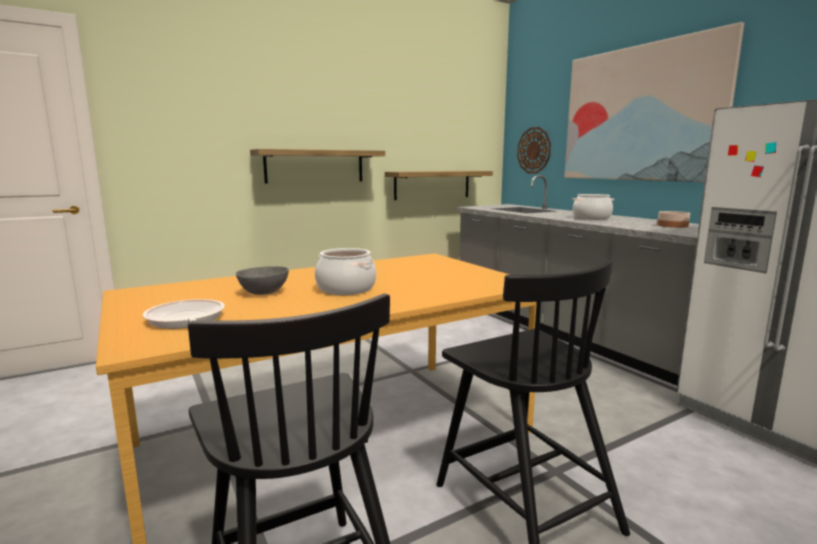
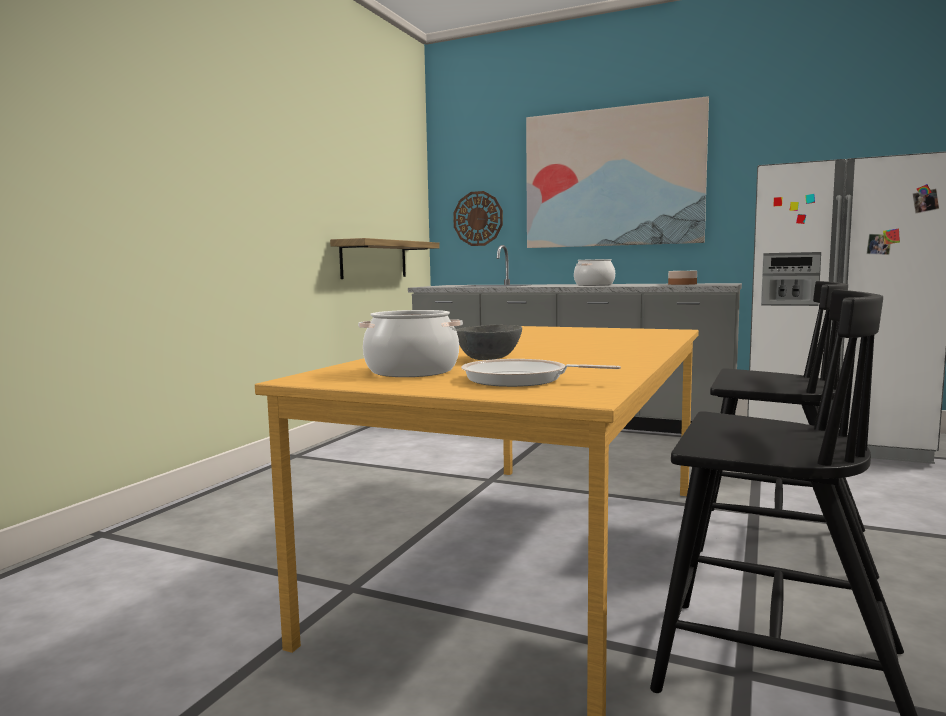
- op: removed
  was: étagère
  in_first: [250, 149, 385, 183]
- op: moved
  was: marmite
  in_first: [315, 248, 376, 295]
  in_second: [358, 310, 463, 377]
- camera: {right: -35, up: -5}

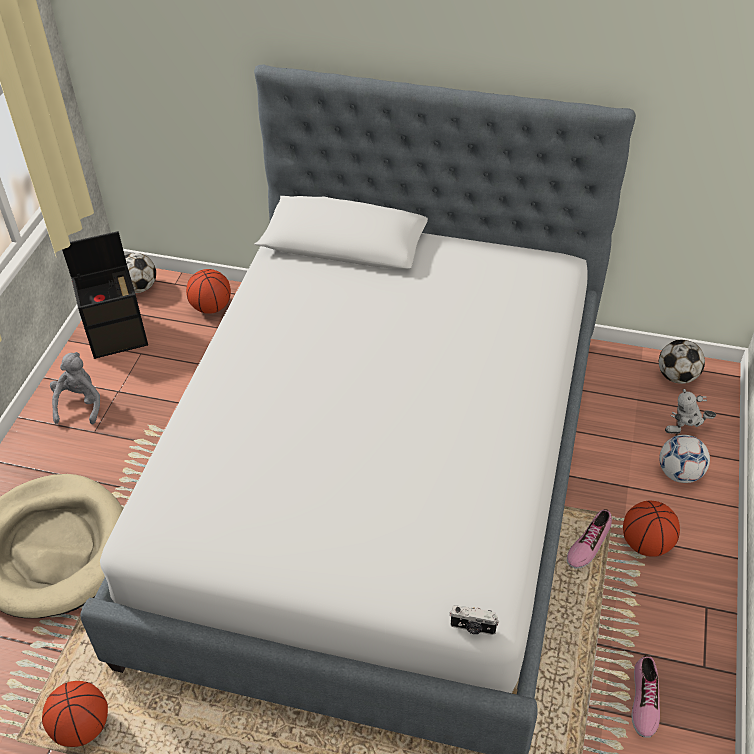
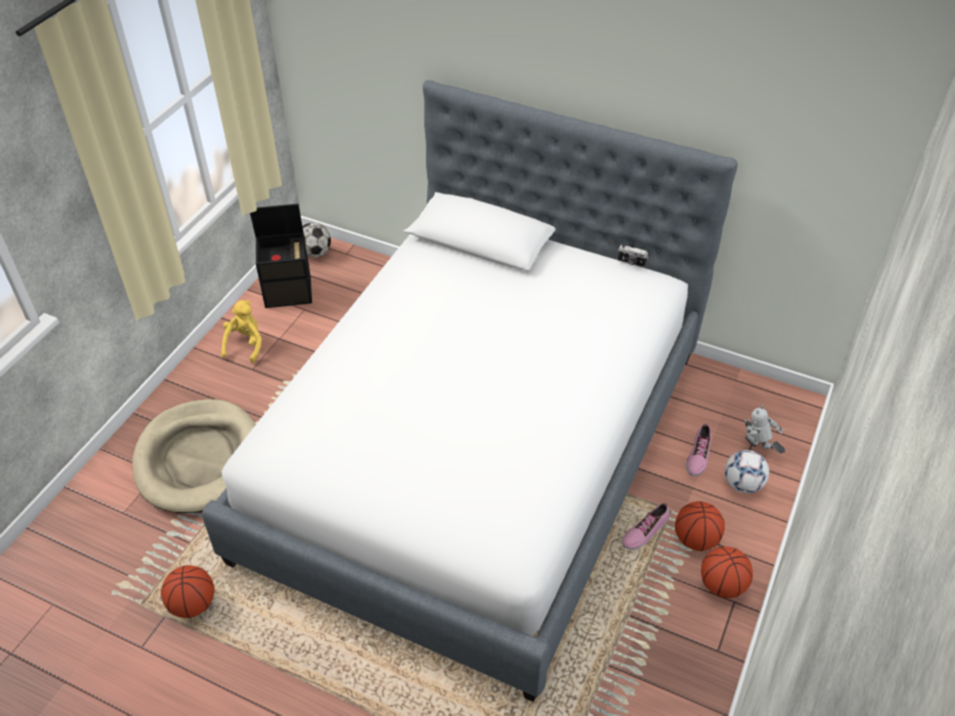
- op: moved
  was: ballon de basket
  in_first: [186, 269, 231, 314]
  in_second: [701, 547, 753, 598]
- op: removed
  was: ballon de foot
  in_first: [659, 340, 705, 384]
- op: recoloured
  was: peluche (gris)
  now: peluche (jaune)
  in_first: [50, 352, 100, 424]
  in_second: [221, 300, 262, 363]
- op: turned
  was: robot jouet
  in_first: [665, 389, 716, 434]
  in_second: [745, 405, 785, 453]
  clockwise: 45
- op: moved
  was: appareil photo
  in_first: [450, 605, 499, 635]
  in_second: [618, 245, 648, 268]
- op: moved
  was: chaussure
  in_first: [631, 655, 660, 737]
  in_second: [686, 424, 712, 476]
- camera: {right: 10, up: 0}

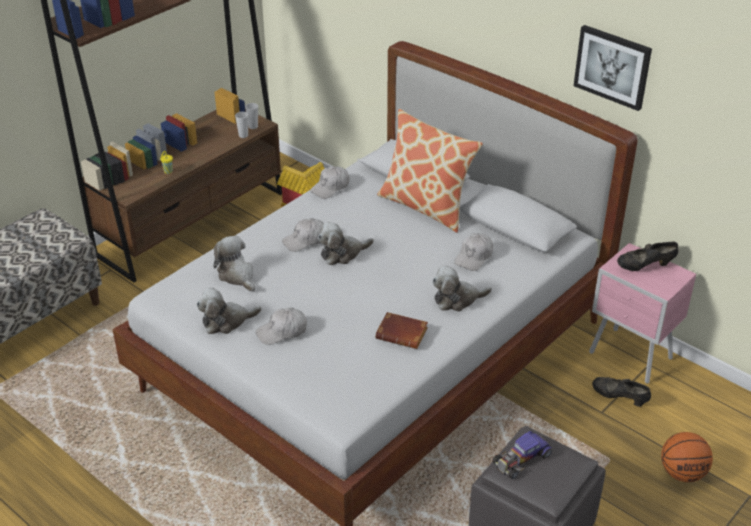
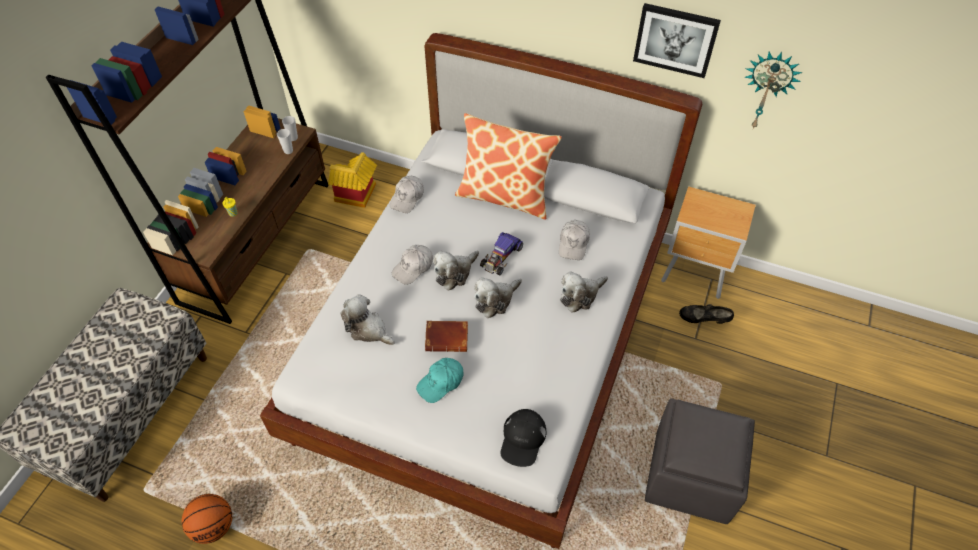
- op: removed
  was: chaussure (noir)
  in_first: [617, 242, 679, 271]
- op: recoloured
  was: table de chevet (rose)
  now: table de chevet (marron)
  in_first: [589, 243, 696, 384]
  in_second: [661, 186, 756, 299]
- op: moved
  was: peluche
  in_first: [197, 288, 262, 334]
  in_second: [474, 277, 522, 318]
- op: recoloured
  was: casquette (blanc)
  now: casquette (turquoise)
  in_first: [256, 307, 307, 345]
  in_second: [416, 358, 464, 403]
- op: moved
  was: livre (marron)
  in_first: [375, 312, 428, 349]
  in_second: [425, 321, 468, 352]
- op: moved
  was: petite voiture
  in_first: [492, 431, 552, 479]
  in_second: [480, 232, 523, 276]
- op: moved
  was: ballon de basket
  in_first: [661, 432, 713, 482]
  in_second: [182, 494, 232, 544]
- op: added
  now: horloge murale
  in_second: [744, 52, 802, 128]
- op: added
  now: casquette (noir)
  in_second: [500, 409, 547, 467]
- camera: {right: -20, up: 15}

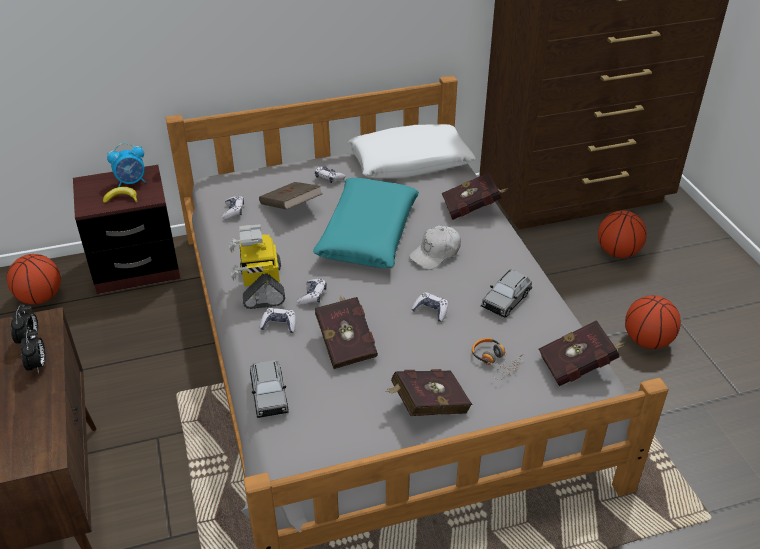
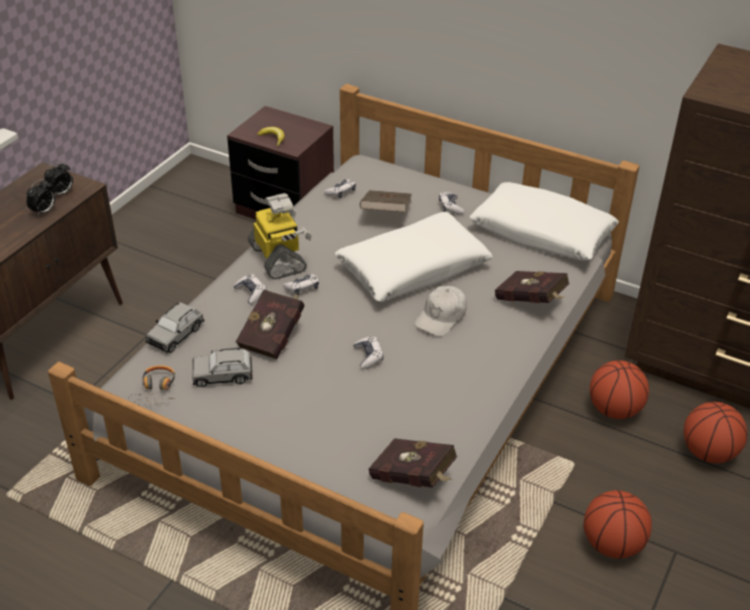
- op: removed
  was: réveil
  in_first: [107, 143, 145, 187]
- op: recoloured
  was: coussin (turquoise)
  now: coussin (blanc)
  in_first: [313, 178, 419, 268]
  in_second: [335, 212, 493, 302]
- op: turned
  was: robot jouet
  in_first: [229, 224, 285, 309]
  in_second: [248, 193, 312, 279]
  clockwise: 120
- op: turned
  was: casquette (blanc)
  in_first: [409, 226, 461, 270]
  in_second: [415, 286, 467, 337]
  clockwise: -60
- op: moved
  was: ballon de basket
  in_first: [7, 254, 61, 304]
  in_second: [590, 360, 649, 419]
- op: moved
  was: petite voiture (gris)
  in_first: [481, 269, 532, 318]
  in_second: [192, 348, 253, 387]
- op: moved
  was: casque audio
  in_first: [472, 338, 523, 380]
  in_second: [127, 365, 175, 405]
- op: removed
  was: livre (rouge)
  in_first: [386, 369, 472, 416]
- camera: {right: 45, up: 0}

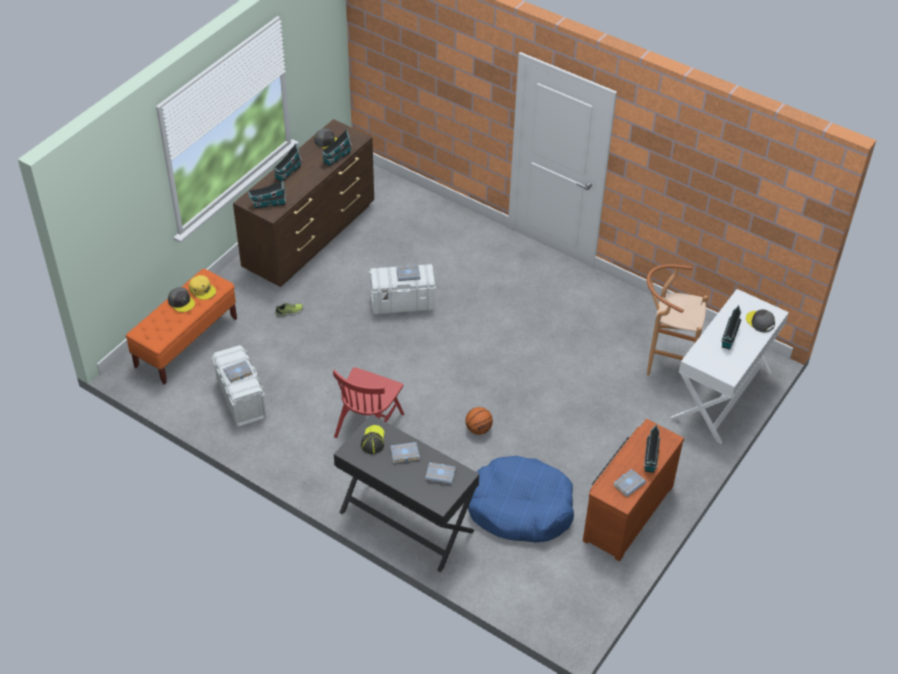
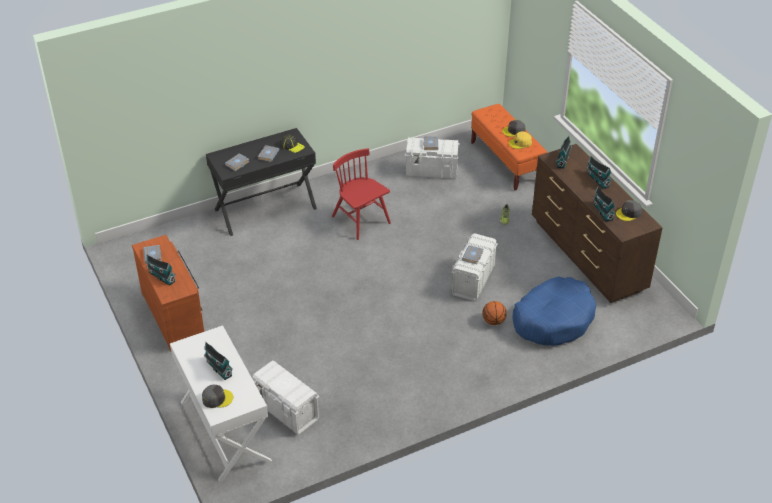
- op: replaced
  was: tabouret (marron)
  now: boîte de rangement (blanc)
  in_first: [647, 264, 708, 379]
  in_second: [252, 361, 319, 435]
- op: moved
  was: ballon de basket
  in_first: [465, 407, 493, 435]
  in_second: [482, 301, 507, 325]
- op: moved
  was: panier pour chien (bleu)
  in_first: [468, 456, 574, 543]
  in_second: [512, 277, 596, 346]
- camera: {right: 120, up: -5}

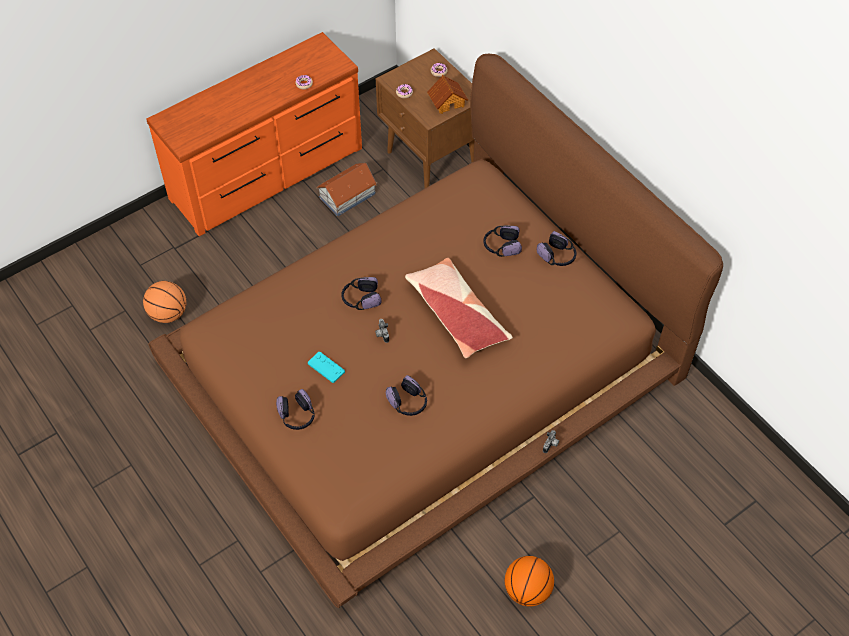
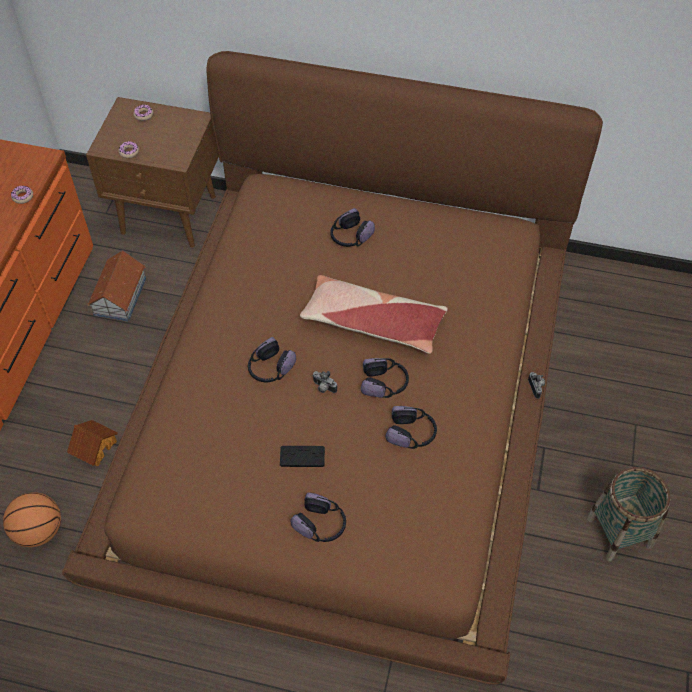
- op: moved
  was: maison miniature
  in_first: [427, 75, 468, 114]
  in_second: [67, 420, 118, 466]
- op: moved
  was: casque audio
  in_first: [537, 231, 576, 266]
  in_second: [361, 358, 409, 398]
- op: recoloured
  was: manette (turquoise)
  now: manette (noir)
  in_first: [308, 352, 345, 383]
  in_second: [280, 446, 325, 467]
- op: replaced
  was: ballon de basket
  now: panier
  in_first: [505, 556, 554, 606]
  in_second: [586, 467, 670, 561]
- camera: {right: -40, up: 0}

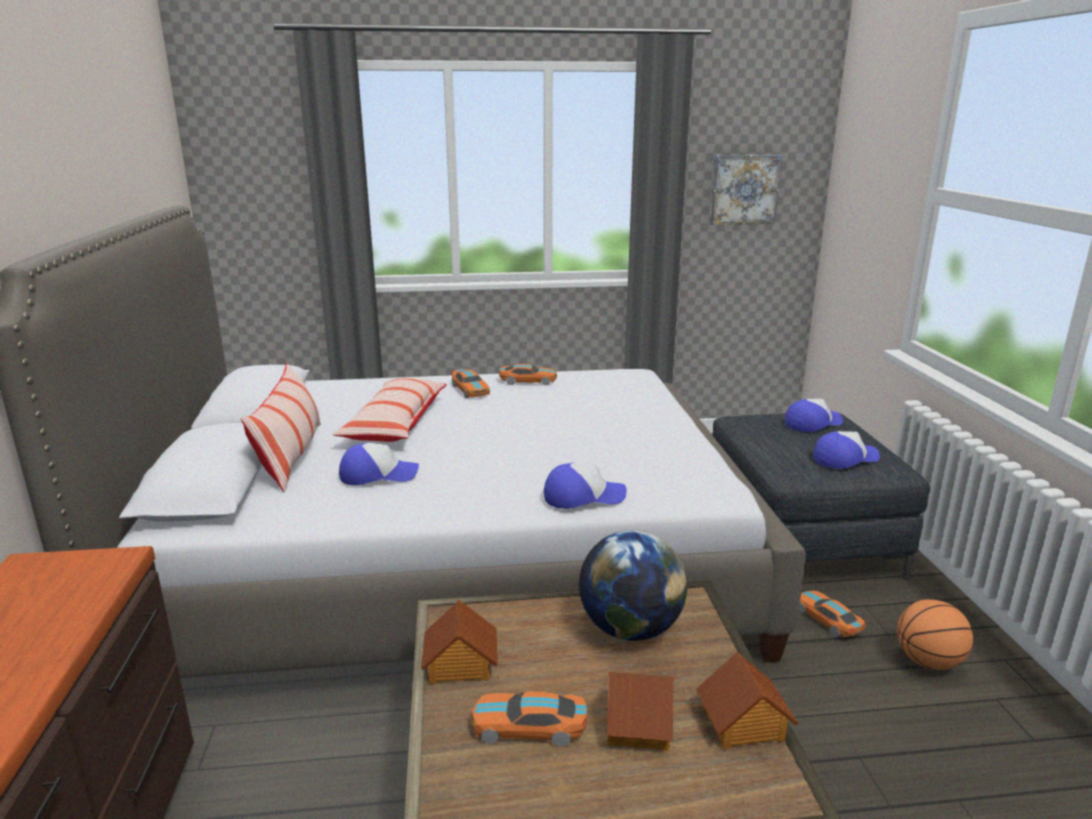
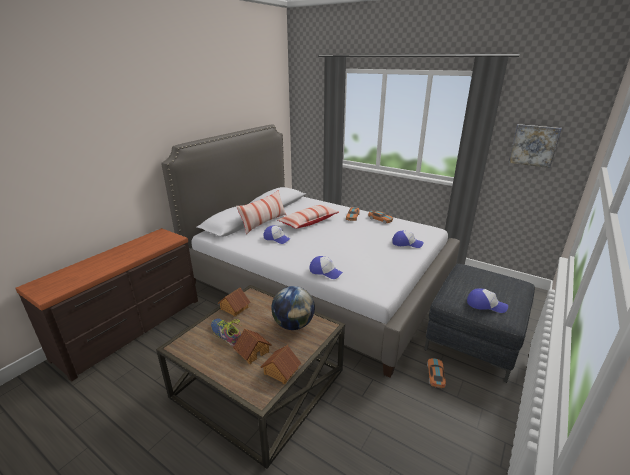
- op: moved
  was: casquette
  in_first: [785, 399, 843, 432]
  in_second: [392, 231, 424, 248]
- op: removed
  was: ballon de basket
  in_first: [897, 599, 973, 670]
- op: replaced
  was: petite voiture
  now: chaussure
  in_first: [471, 691, 588, 747]
  in_second: [211, 318, 241, 346]
- camera: {right: 40, up: 5}

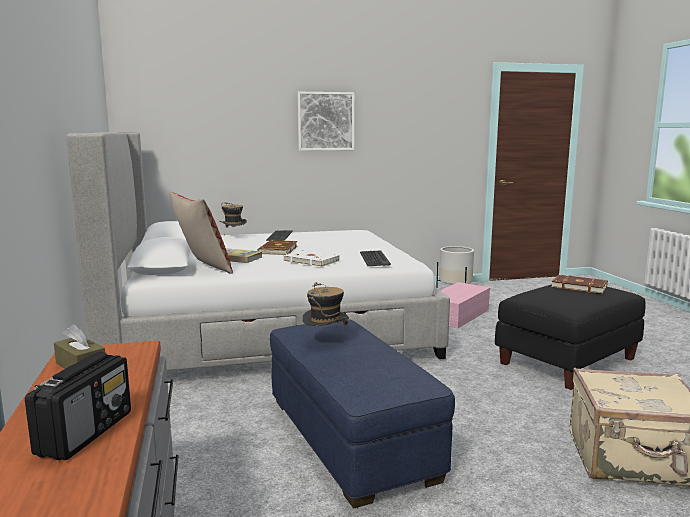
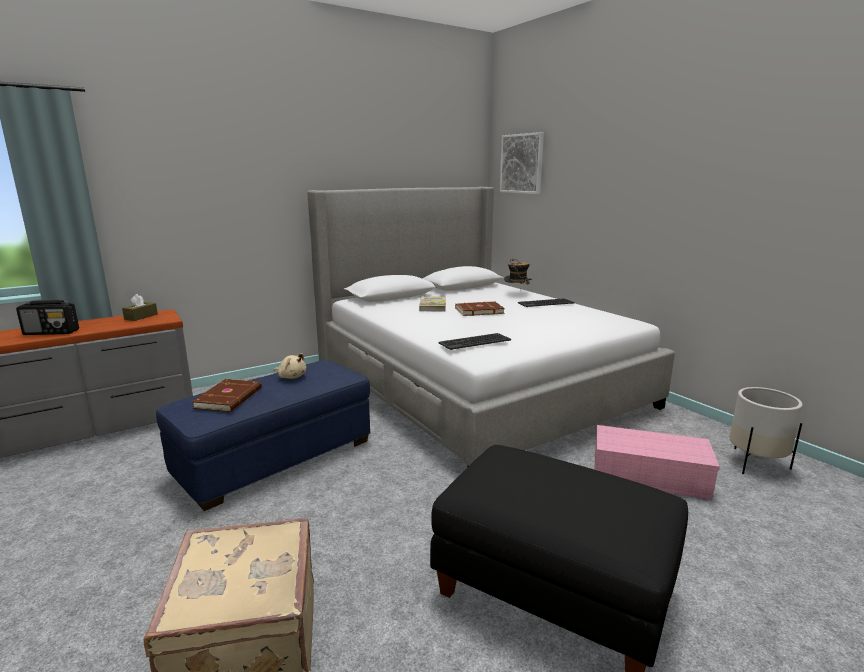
- op: moved
  was: tableau
  in_first: [297, 92, 354, 151]
  in_second: [500, 132, 544, 194]
- op: removed
  was: coussin
  in_first: [169, 191, 233, 274]
- op: removed
  was: livre (blanc)
  in_first: [283, 250, 340, 267]
- op: moved
  was: livre (marron)
  in_first: [552, 275, 608, 294]
  in_second: [192, 379, 262, 412]
- op: replaced
  was: chapeau
  now: peluche (beige)
  in_first: [303, 282, 349, 334]
  in_second: [274, 353, 306, 379]
- camera: {right: 70, up: 5}

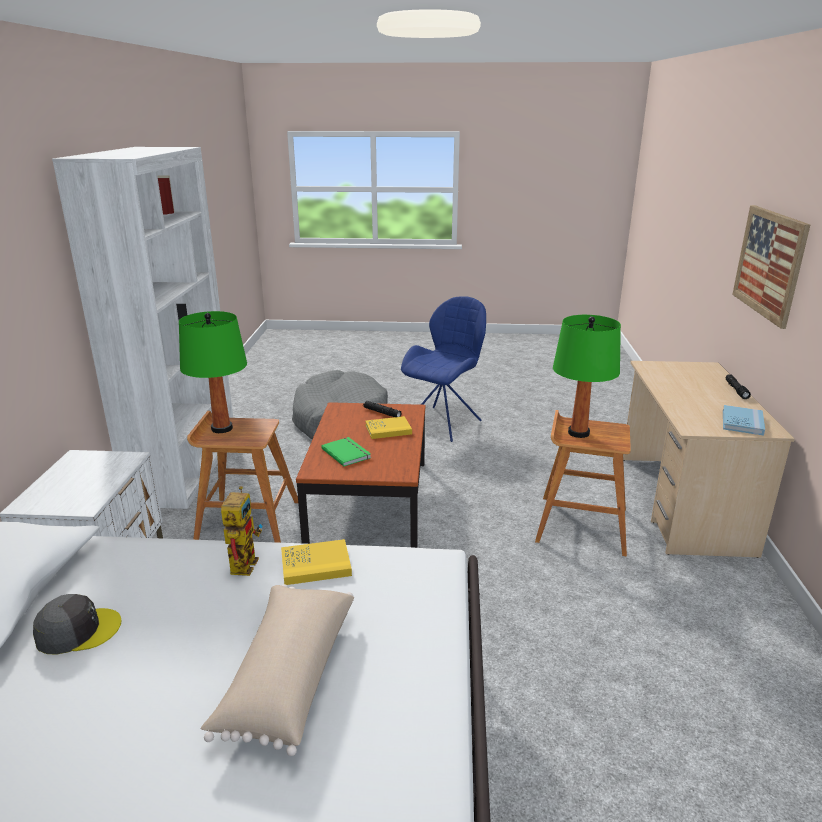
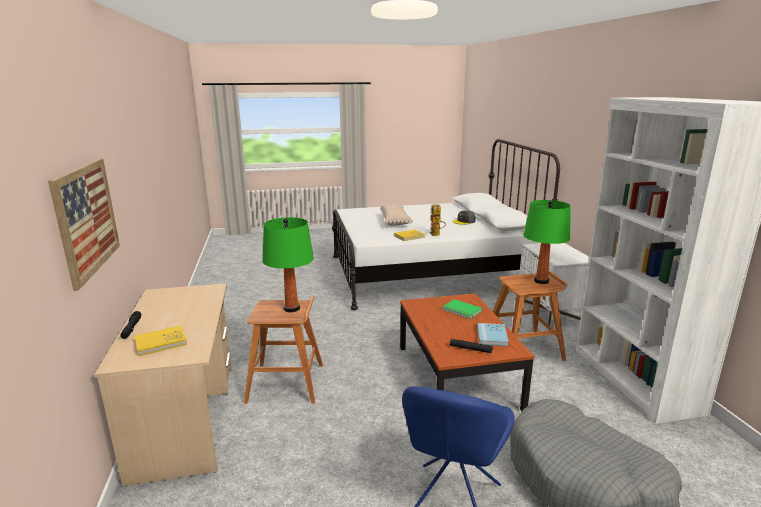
- op: moved
  was: livre (bleu)
  in_first: [723, 405, 765, 436]
  in_second: [477, 323, 509, 346]
- op: moved
  was: livre (jaune)
  in_first: [365, 416, 412, 439]
  in_second: [135, 325, 187, 356]
- camera: {right: 165, up: -5}

